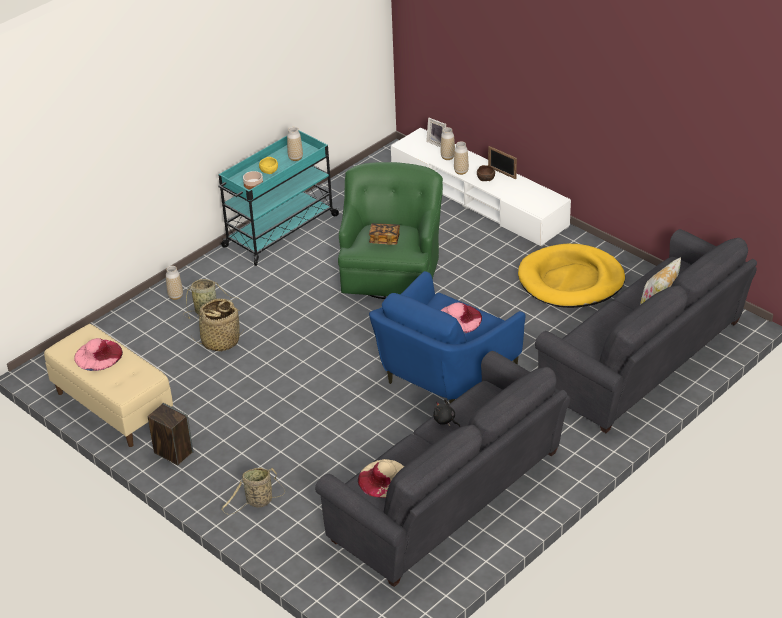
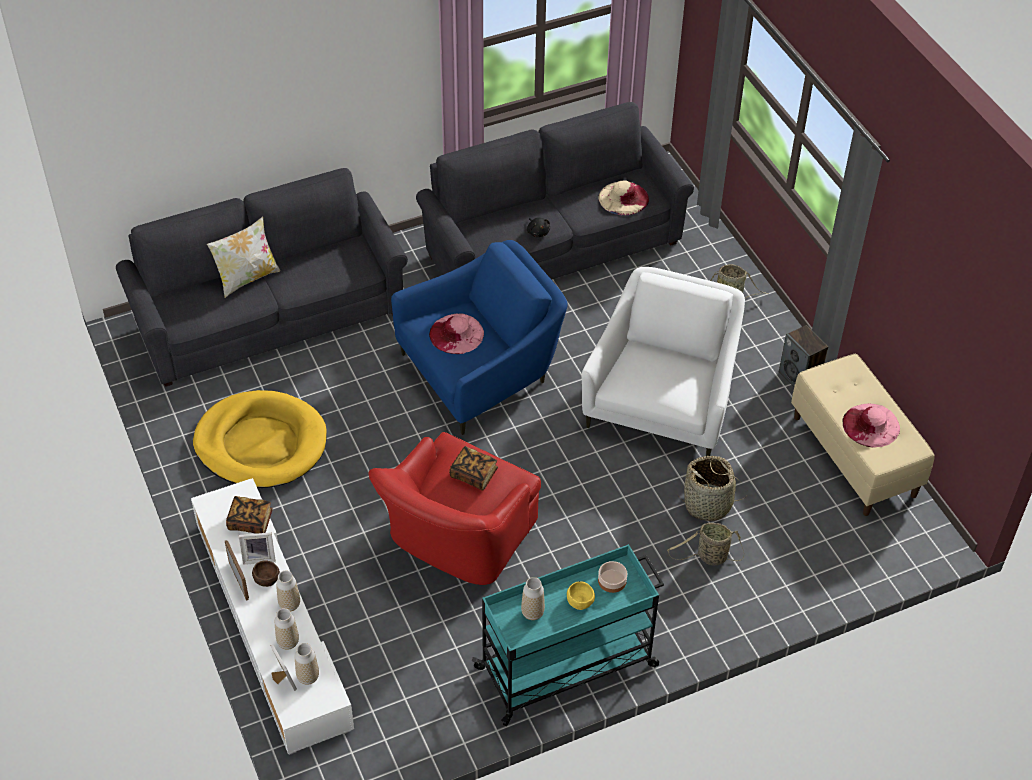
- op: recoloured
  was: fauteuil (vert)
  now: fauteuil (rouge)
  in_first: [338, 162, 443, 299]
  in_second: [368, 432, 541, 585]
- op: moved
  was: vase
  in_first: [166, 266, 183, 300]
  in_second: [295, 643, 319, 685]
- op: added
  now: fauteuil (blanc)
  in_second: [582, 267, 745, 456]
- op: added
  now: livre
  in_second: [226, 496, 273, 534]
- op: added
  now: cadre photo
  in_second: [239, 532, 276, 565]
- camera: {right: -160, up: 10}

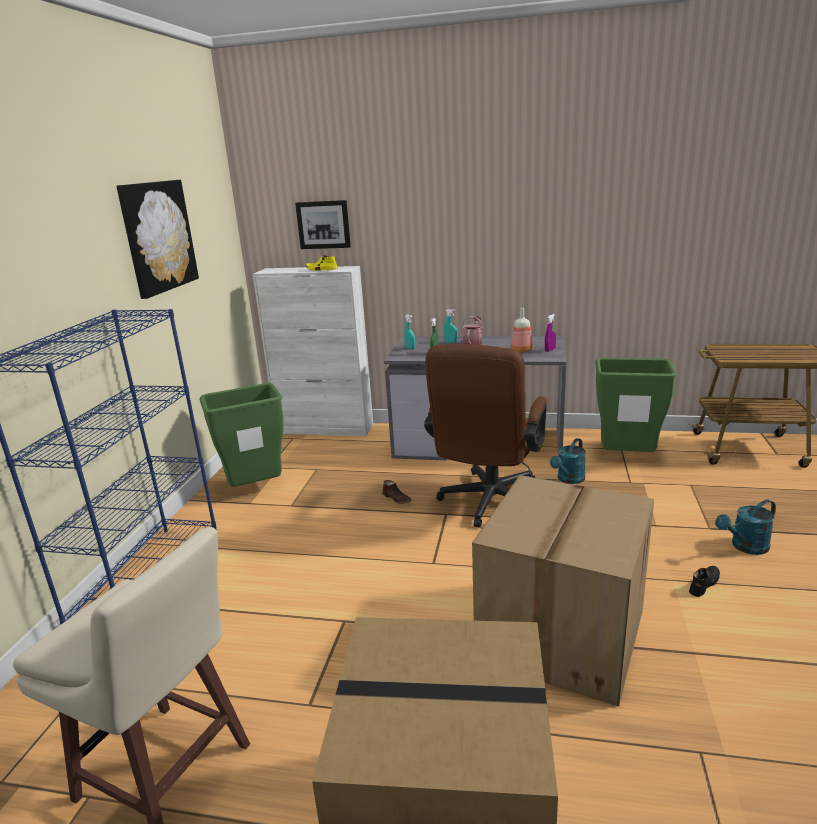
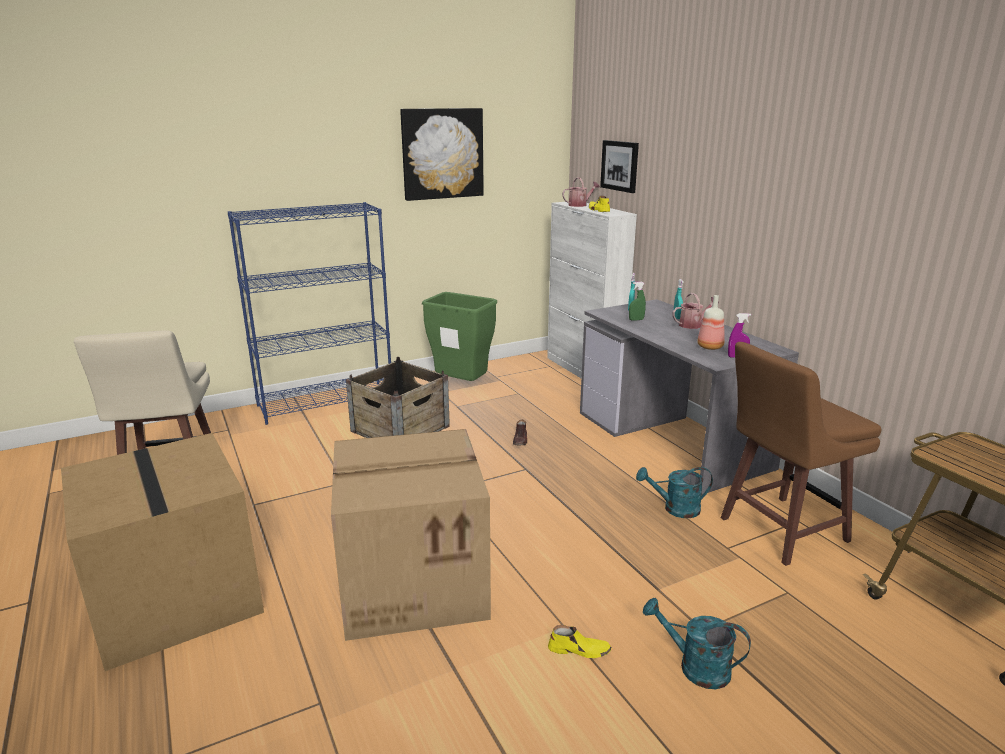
- op: removed
  was: chaise de bureau (marron)
  in_first: [424, 344, 547, 528]
- op: replaced
  was: poubelle (vert)
  now: tabouret (marron)
  in_first: [595, 358, 677, 452]
  in_second: [721, 342, 881, 566]
- op: recoloured
  was: chaussure (noir)
  now: chaussure (jaune)
  in_first: [689, 566, 720, 597]
  in_second: [548, 625, 611, 658]
- op: added
  now: arrosoir
  in_second: [562, 177, 600, 207]
- op: added
  now: caisse
  in_second: [346, 357, 450, 438]
- camera: {right: 50, up: 0}

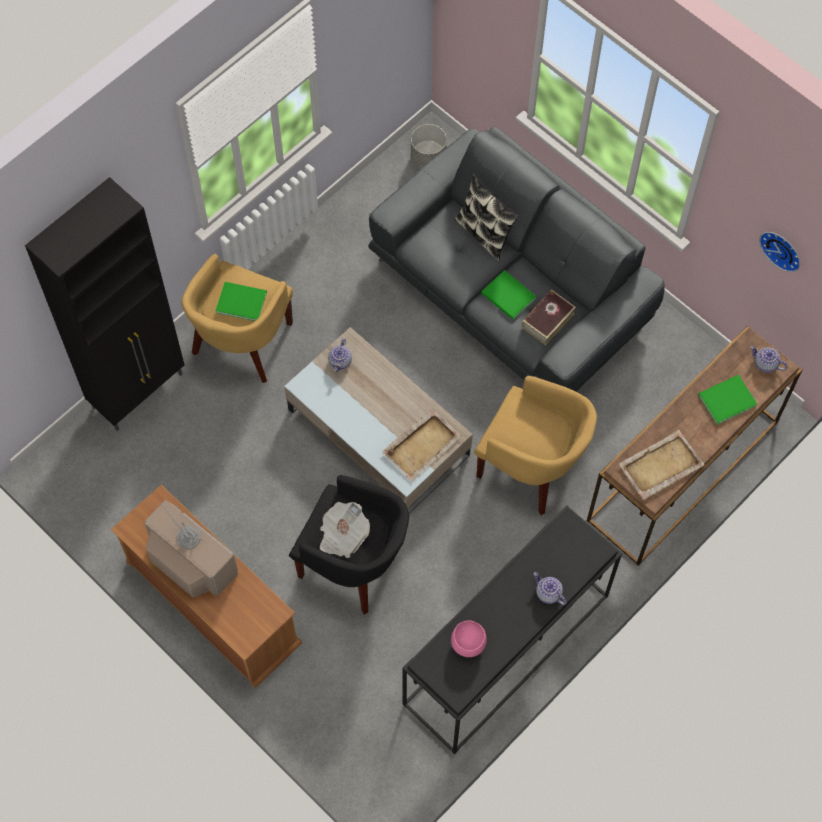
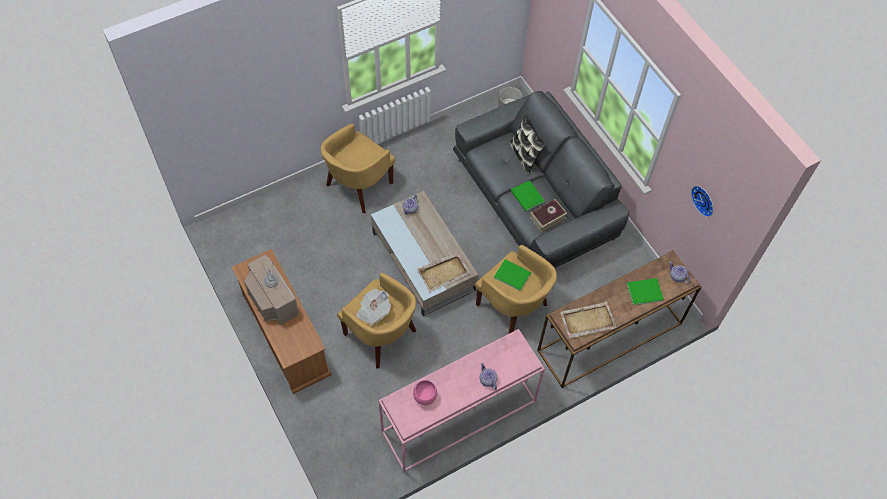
- op: removed
  was: meuble de rangement (noir)
  in_first: [25, 177, 185, 431]
- op: moved
  was: livre (vert)
  in_first: [215, 282, 267, 321]
  in_second: [494, 259, 531, 291]
- op: recoloured
  was: fauteuil (noir)
  now: fauteuil (jaune)
  in_first: [289, 475, 409, 615]
  in_second: [337, 273, 416, 369]
- op: recoloured
  was: table console (noir)
  now: table console (rose)
  in_first: [402, 505, 622, 754]
  in_second: [378, 329, 545, 472]
- camera: {right: 15, up: -5}

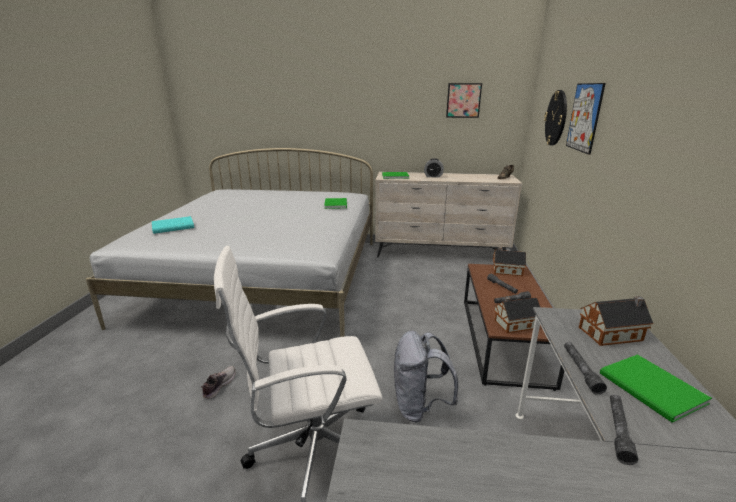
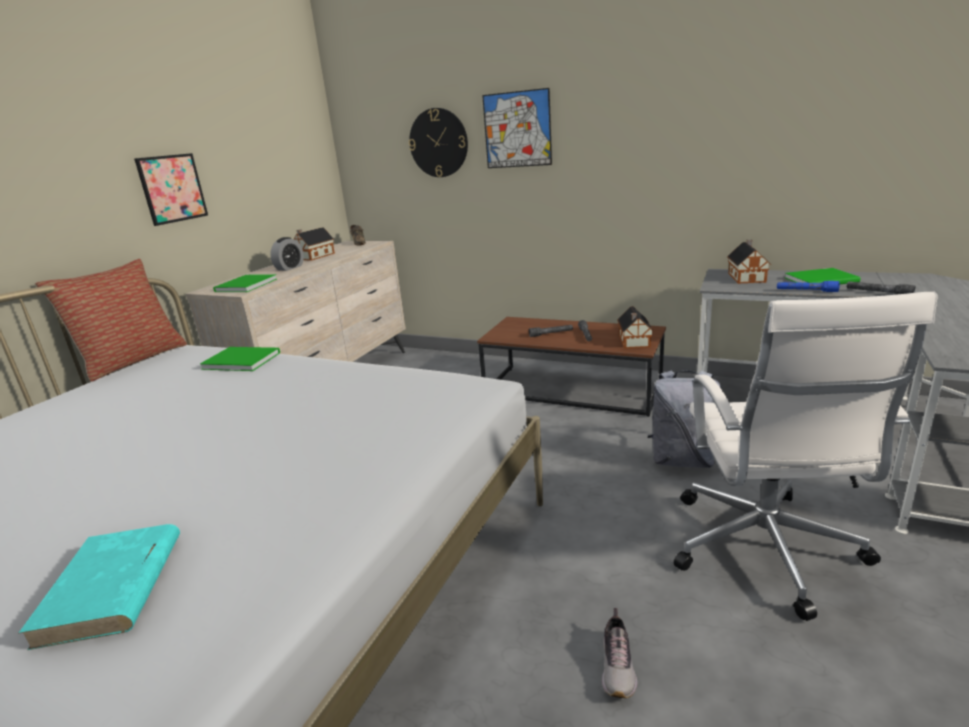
- op: moved
  was: tableau
  in_first: [446, 83, 482, 118]
  in_second: [134, 153, 208, 226]
- op: moved
  was: maison miniature
  in_first: [493, 247, 526, 276]
  in_second: [294, 227, 335, 261]
- op: recoloured
  was: lampe de poche (gris)
  now: lampe de poche (bleu)
  in_first: [564, 342, 607, 395]
  in_second: [777, 281, 840, 292]
- op: turned
  was: chaussure
  in_first: [201, 366, 236, 399]
  in_second: [602, 608, 637, 698]
  clockwise: -120
- op: added
  now: coussin
  in_second: [35, 259, 187, 382]
- camera: {right: -70, up: 0}

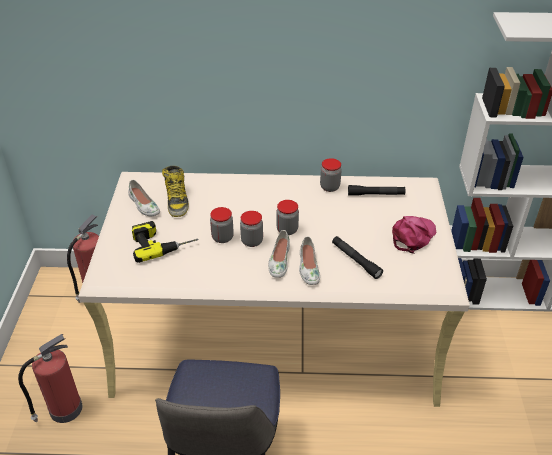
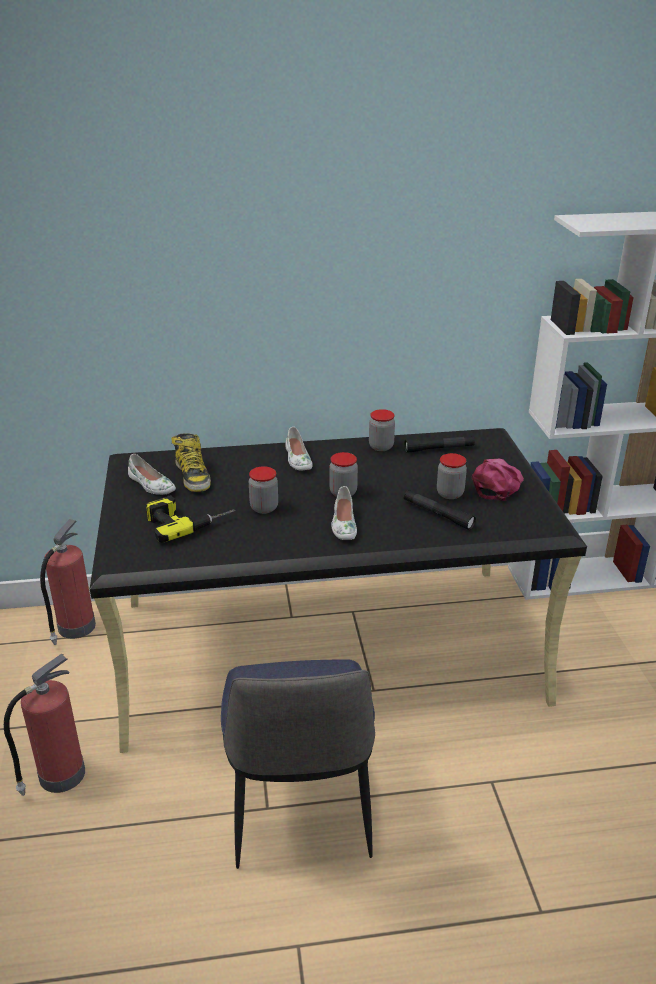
- op: recoloured
  was: bureau (beige)
  now: bureau (noir)
  in_first: [79, 172, 470, 407]
  in_second: [90, 428, 587, 753]
- op: moved
  was: bocal
  in_first: [240, 211, 263, 247]
  in_second: [437, 453, 467, 499]
- op: moved
  was: chaussure (blanc)
  in_first: [299, 236, 320, 285]
  in_second: [285, 427, 313, 471]
- camera: {right: -10, up: -10}

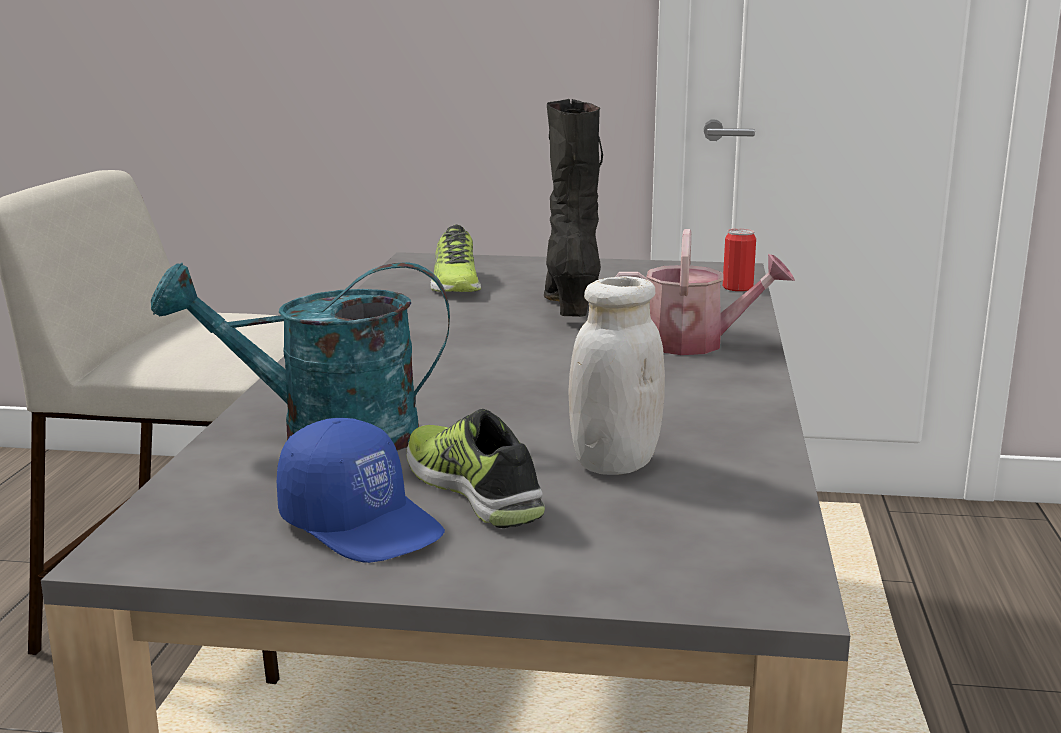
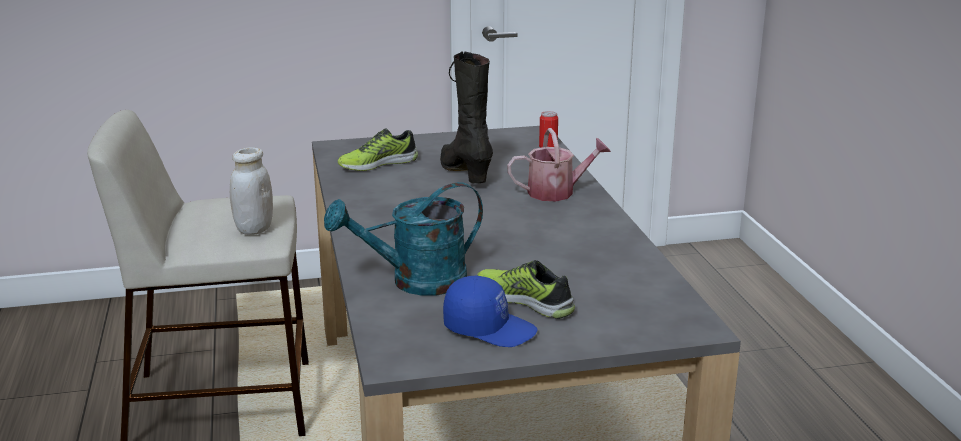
- op: turned
  was: chaussure
  in_first: [430, 224, 481, 292]
  in_second: [338, 128, 418, 171]
  clockwise: 90
- op: moved
  was: bocal (blanc)
  in_first: [568, 276, 665, 475]
  in_second: [230, 147, 273, 235]
- camera: {right: -20, up: 5}

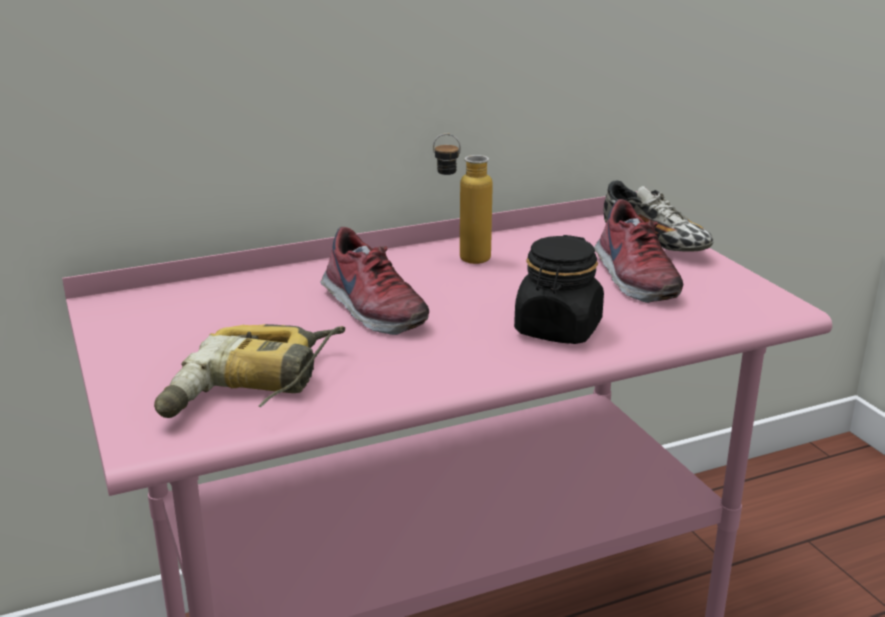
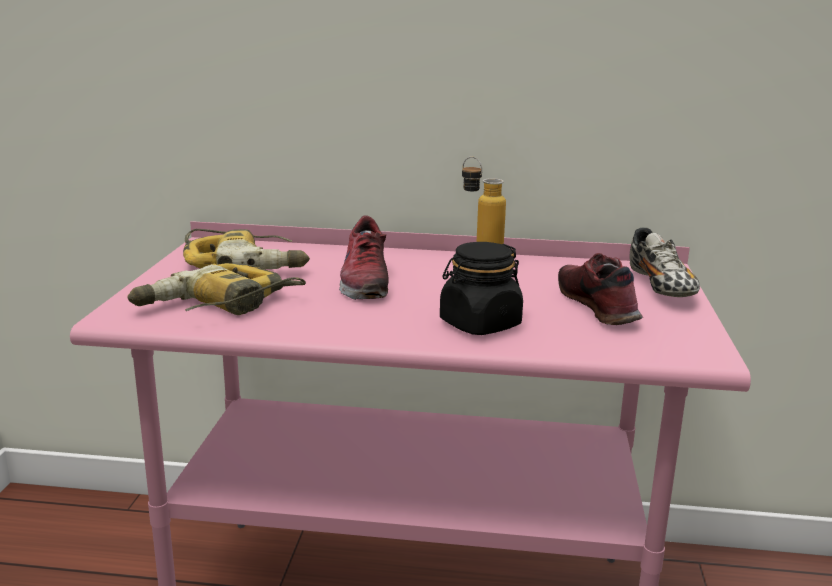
- op: turned
  was: chaussure
  in_first: [594, 199, 683, 303]
  in_second: [558, 253, 643, 325]
  clockwise: 150
- op: added
  now: perceuse
  in_second: [183, 229, 310, 269]
- camera: {right: 30, up: -5}

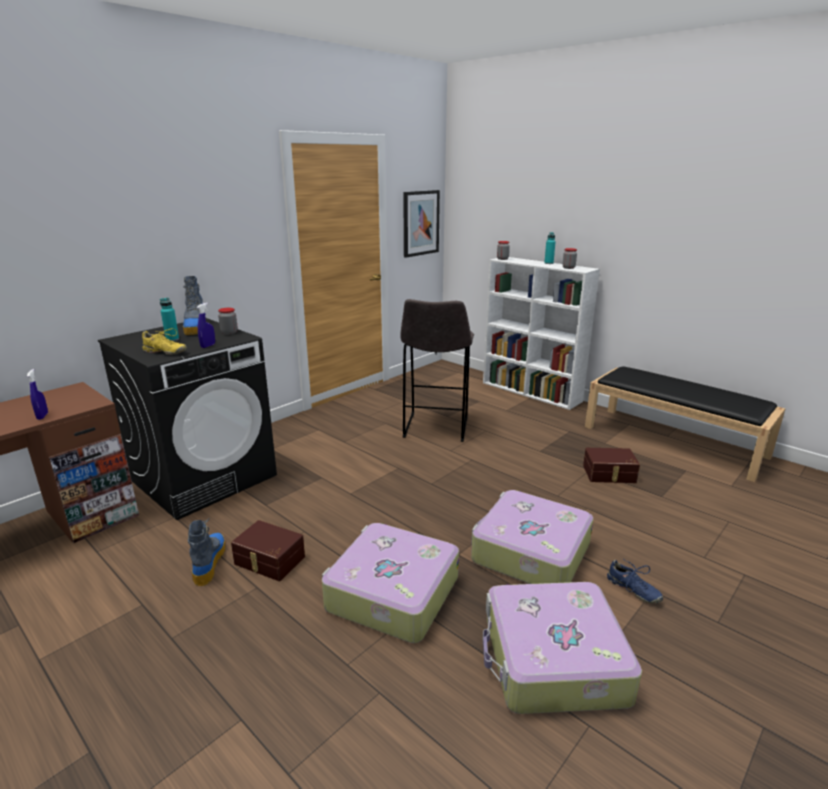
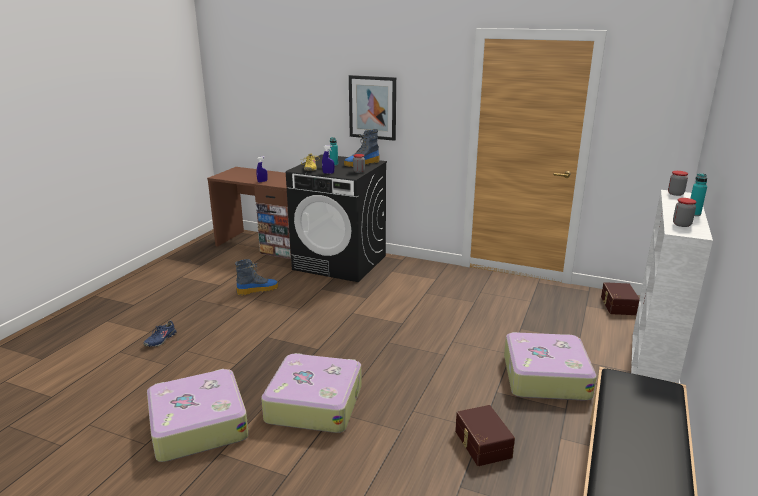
- op: moved
  was: tableau
  in_first: [403, 190, 440, 258]
  in_second: [349, 75, 396, 141]
- op: removed
  was: tabouret (gris)
  in_first: [400, 299, 474, 442]
- op: moved
  was: boîte de rangement (marron)
  in_first: [231, 520, 305, 581]
  in_second: [601, 282, 640, 315]
- op: moved
  was: valise
  in_first: [322, 523, 459, 643]
  in_second: [504, 332, 597, 400]
- op: moved
  was: chaussure (bleu)
  in_first: [607, 559, 663, 604]
  in_second: [143, 320, 177, 347]
- camera: {right: 70, up: 0}

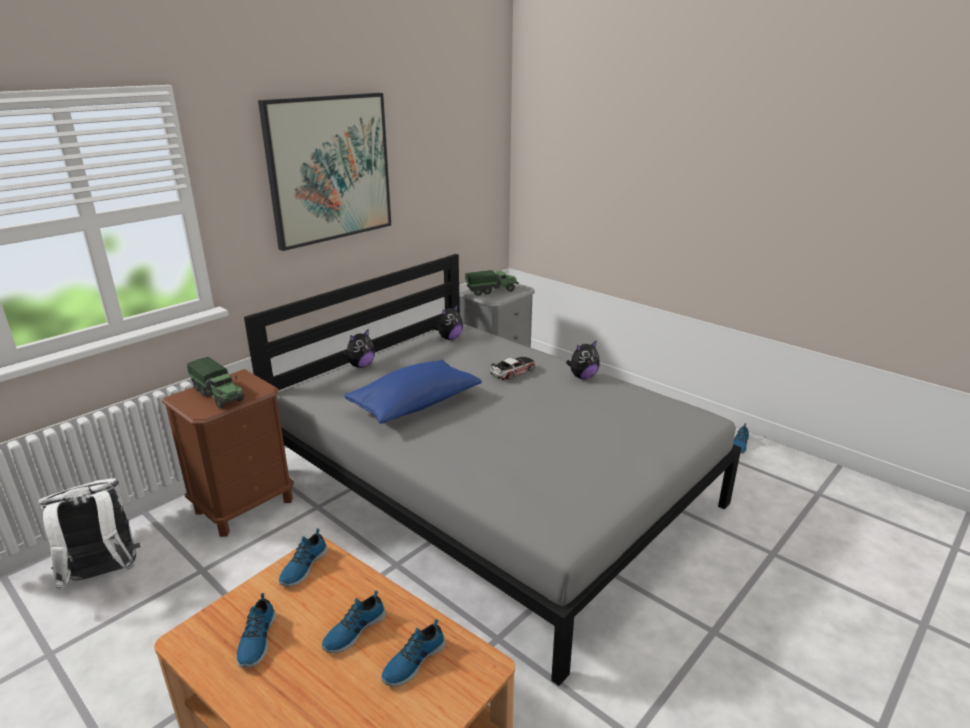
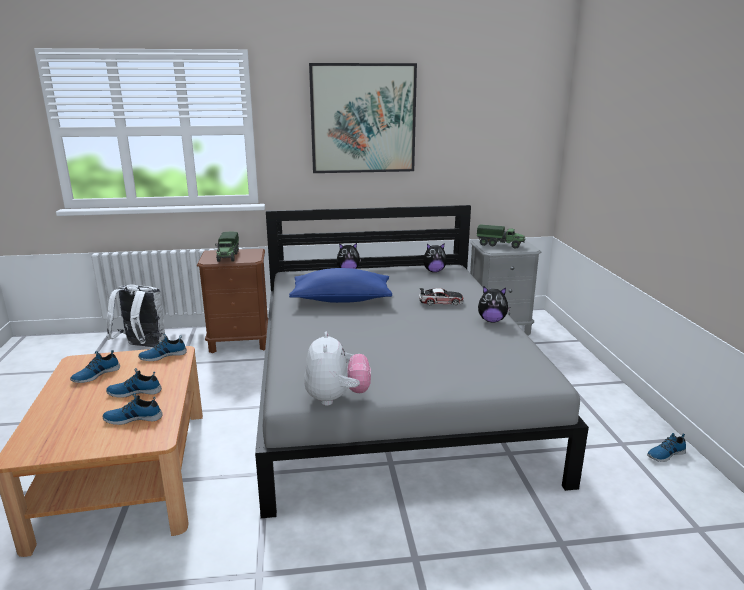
- op: added
  now: peluche
  in_second: [304, 332, 371, 406]
- camera: {right: 40, up: -5}

